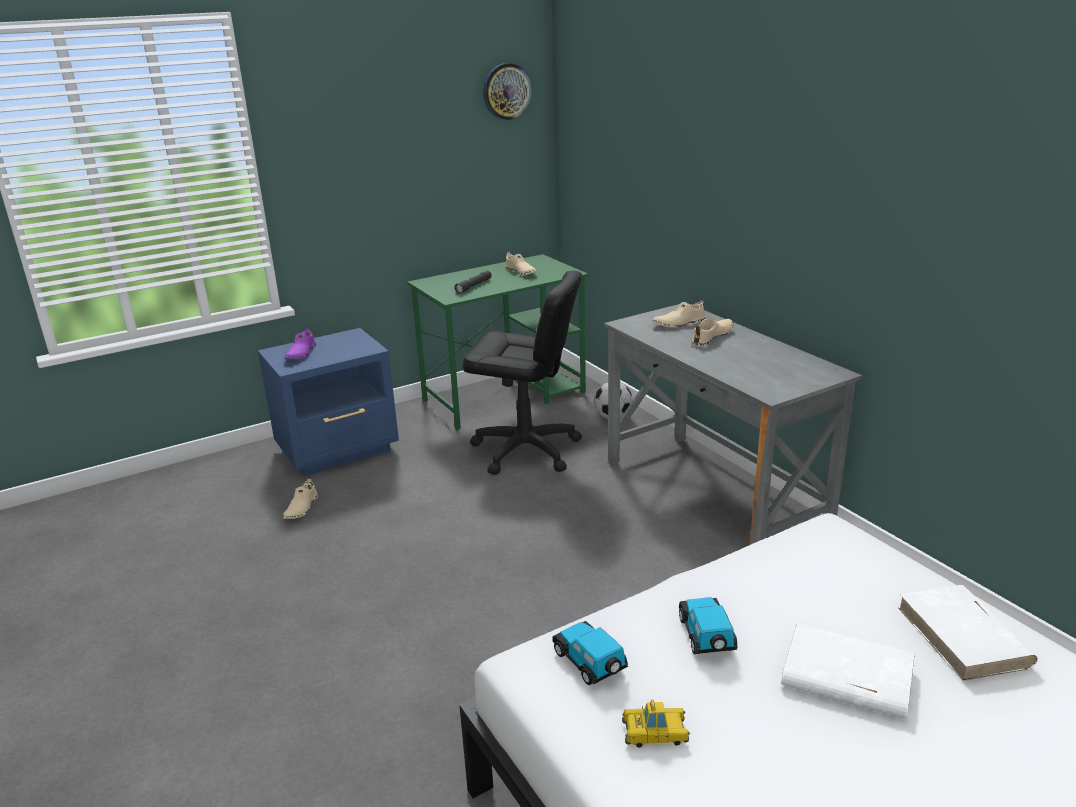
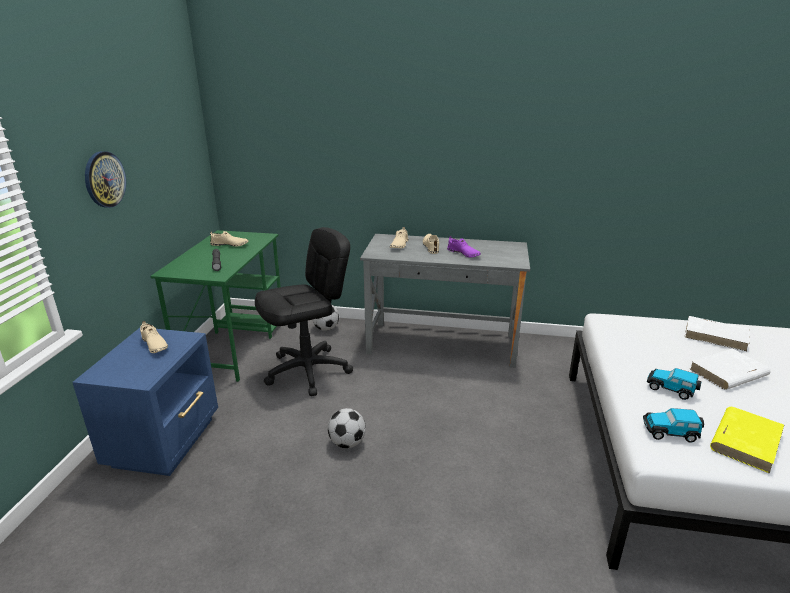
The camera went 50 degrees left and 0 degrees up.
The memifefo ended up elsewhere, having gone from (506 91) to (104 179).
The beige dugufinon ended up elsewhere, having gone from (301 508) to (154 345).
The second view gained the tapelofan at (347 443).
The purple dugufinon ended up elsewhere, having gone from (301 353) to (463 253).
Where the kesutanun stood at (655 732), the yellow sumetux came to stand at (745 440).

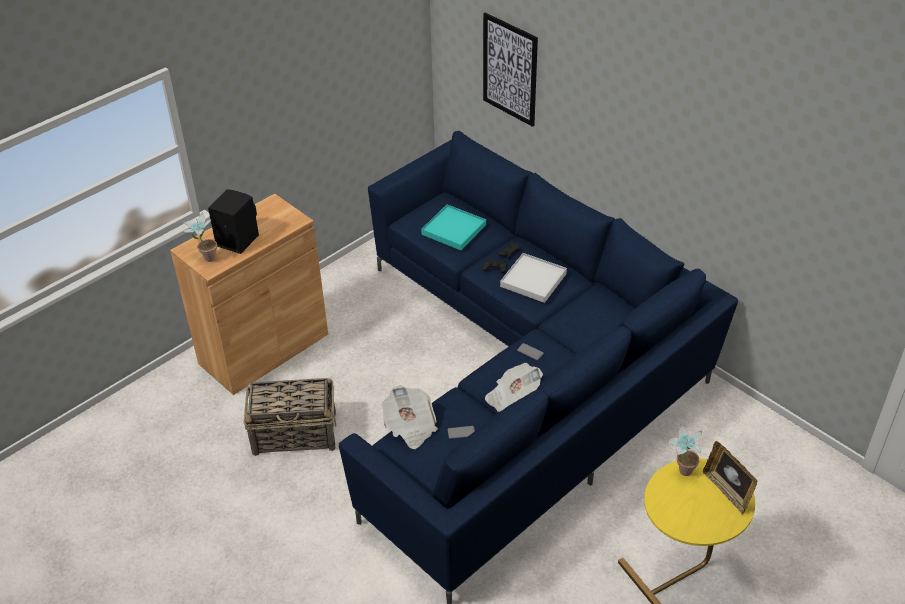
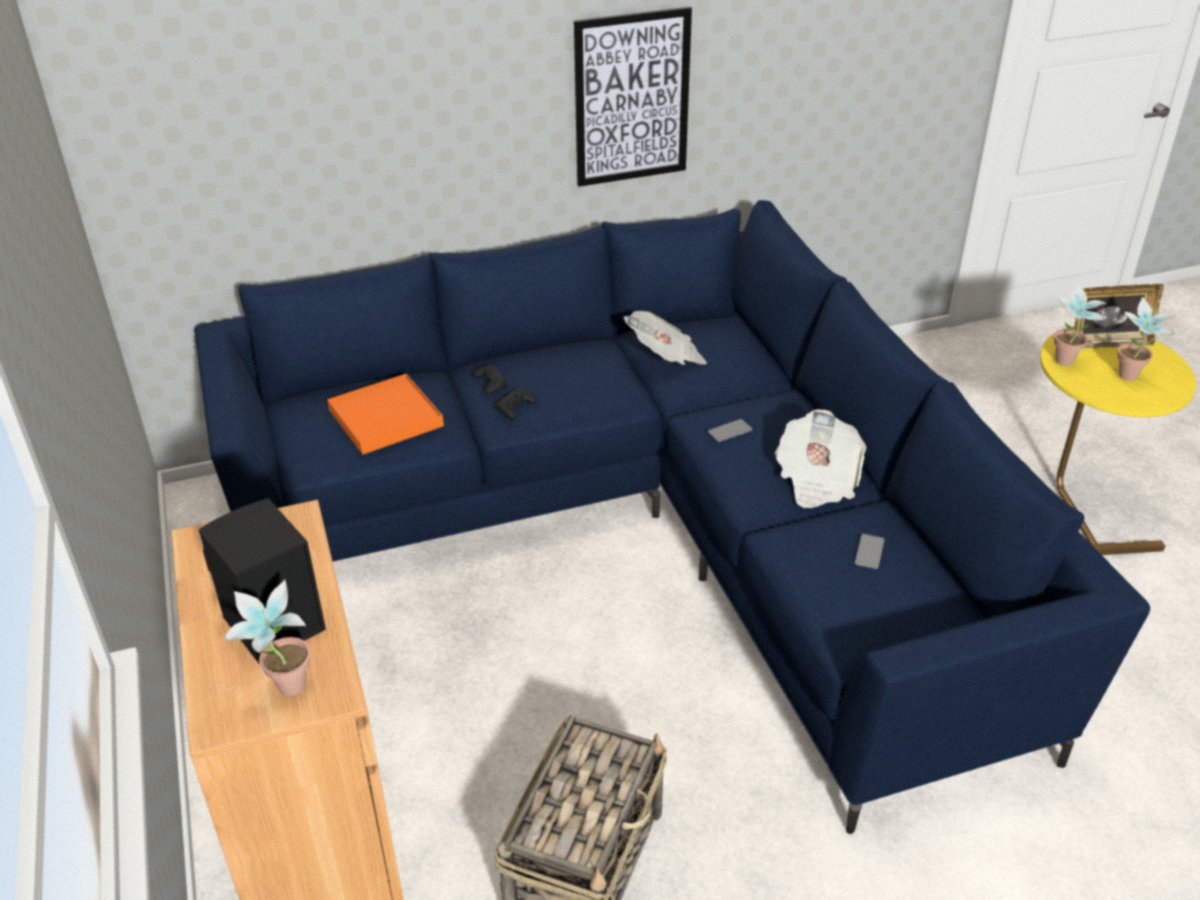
The camera went 65 degrees left and 5 degrees down.
What was the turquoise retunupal at (453 229) turned into the orange retunupal at (385 418).
The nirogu ended up elsewhere, having gone from (510 69) to (631 98).
The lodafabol ended up elsewhere, having gone from (410 427) to (666 358).
The second view gained the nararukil at (1129 380).
The second view lost the white retunupal at (533 280).

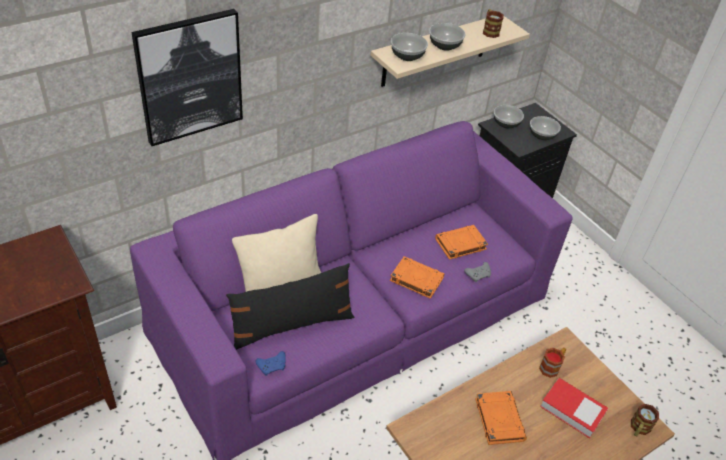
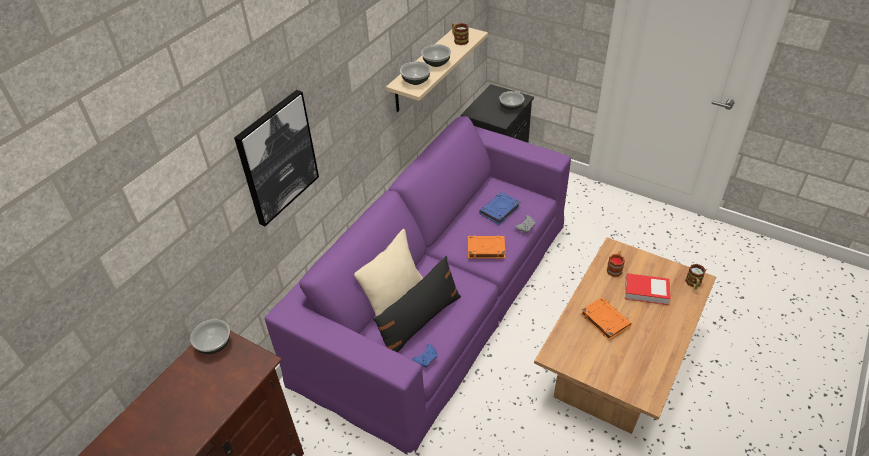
The camera went 20 degrees left and 0 degrees up.
The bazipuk ended up elsewhere, having gone from (506 124) to (214 344).
What was the orange sumetux at (460 244) turned into the blue sumetux at (499 210).

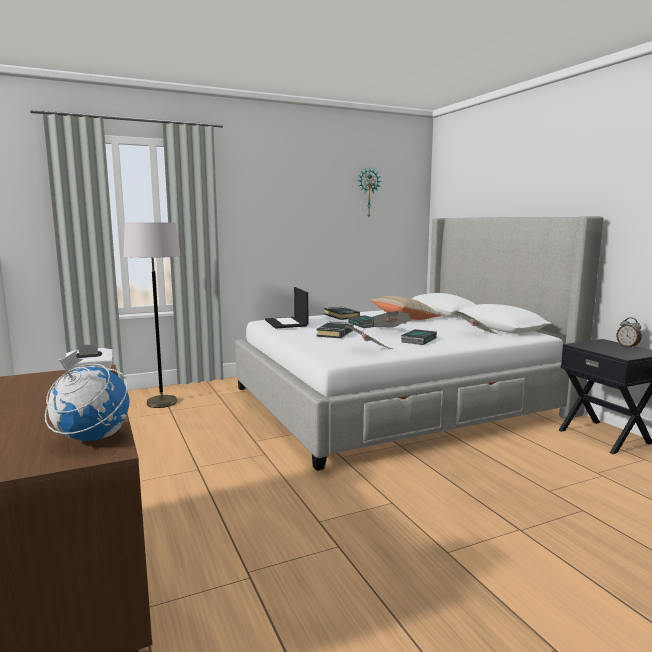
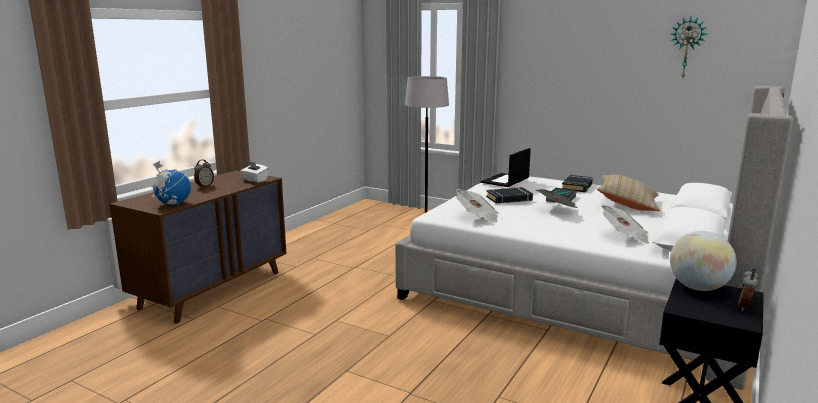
The camera went 55 degrees right and 5 degrees up.
The second view gained the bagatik at (204 186).
The second view gained the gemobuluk at (698 288).
The second view lost the sumetux at (418 340).

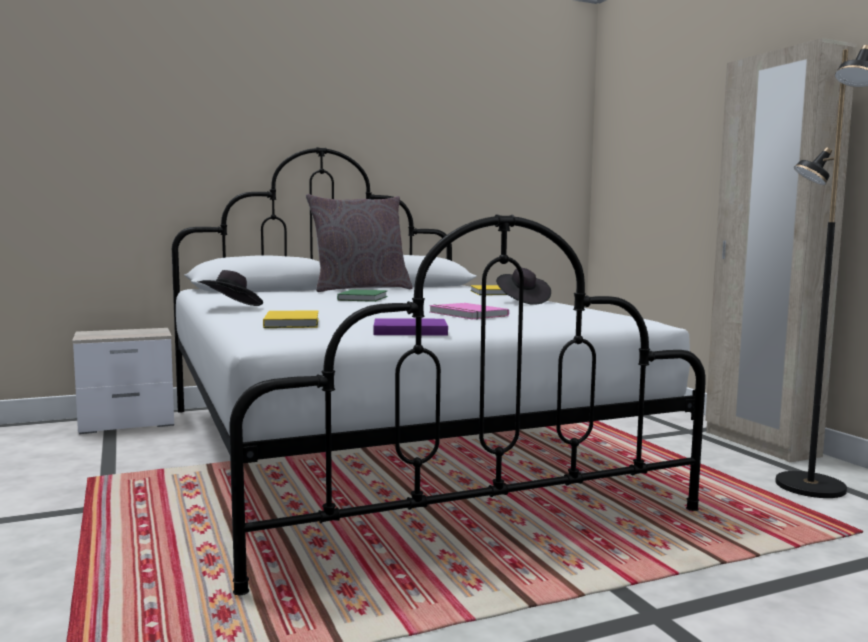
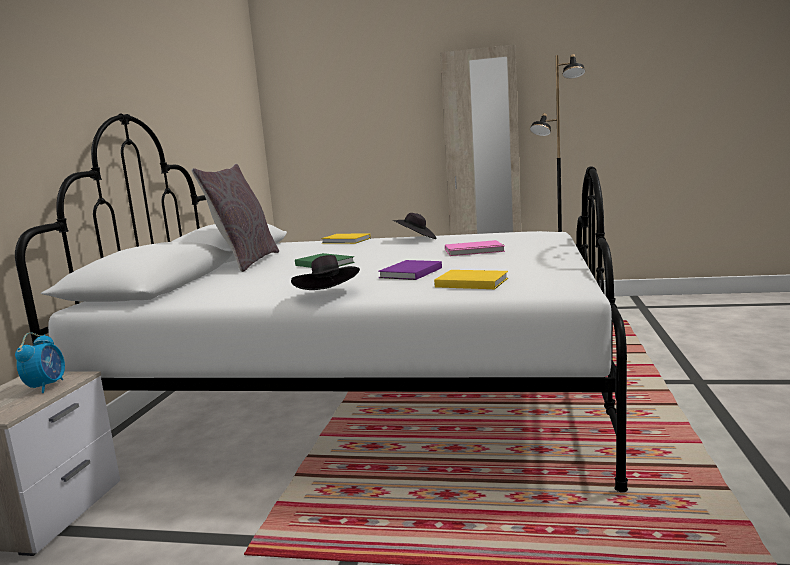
The camera went 55 degrees left and 5 degrees up.
The second view gained the bagatik at (46 386).
The purple sumetux ended up elsewhere, having gone from (408 331) to (409 273).

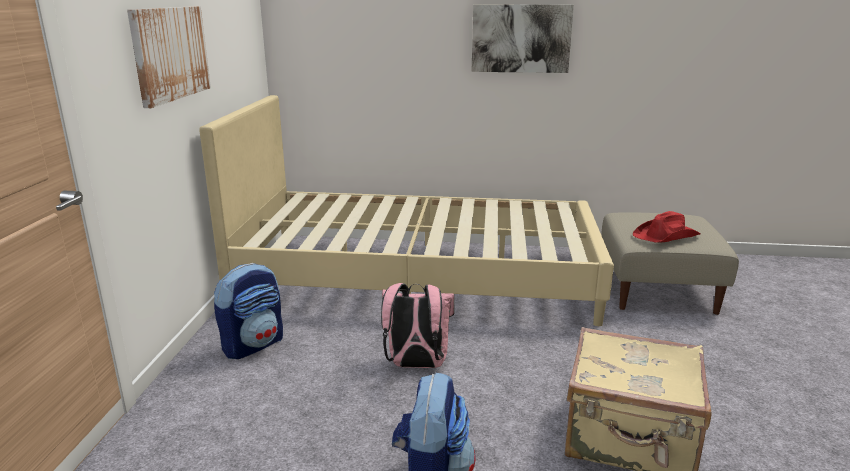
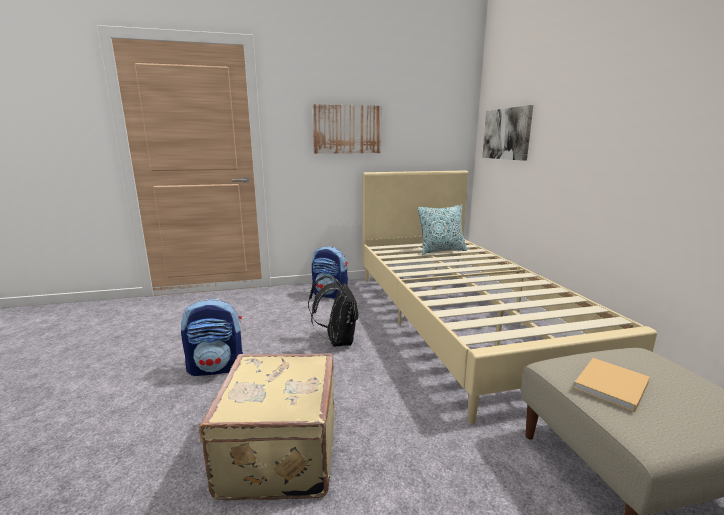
The camera went 70 degrees right and 5 degrees down.
What was the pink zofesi at (416 365) turned into the black zofesi at (337 341).
The second view gained the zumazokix at (441 250).
The nirogu ended up elsewhere, having gone from (521 38) to (507 134).
Where the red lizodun stood at (666 236), the beige sumetux came to stand at (610 386).

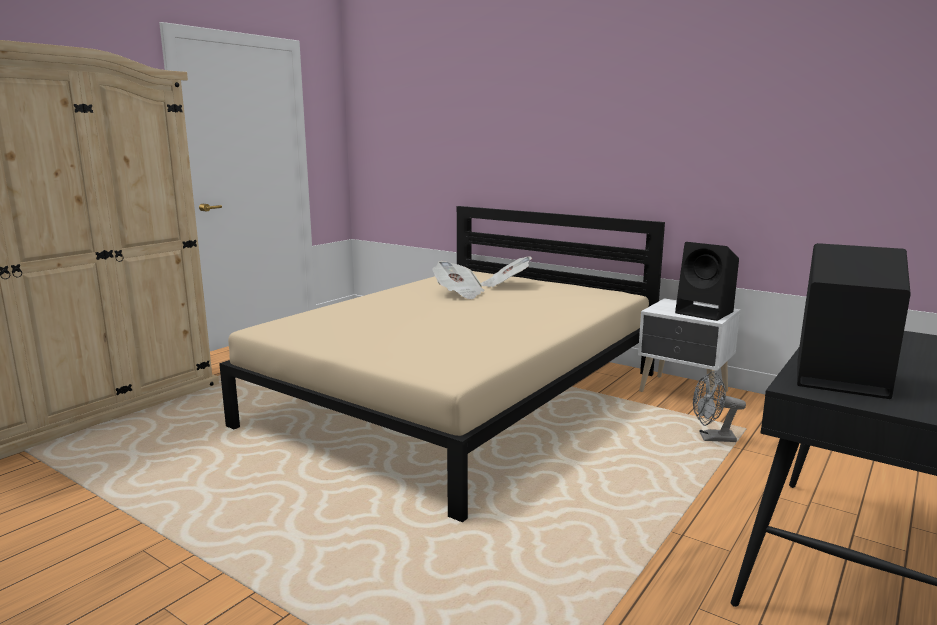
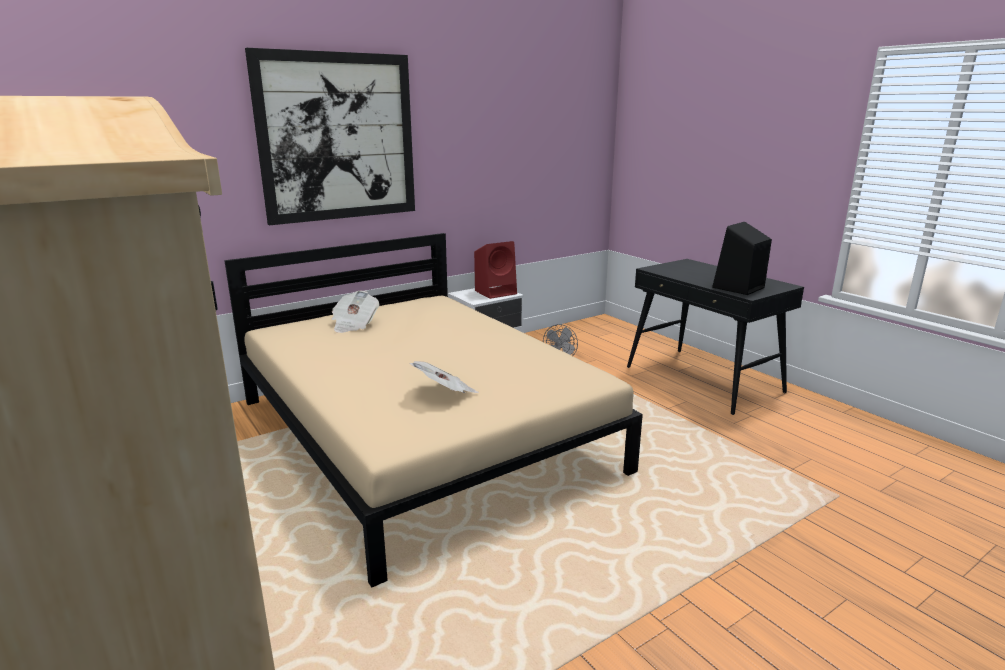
The camera went 70 degrees left and 5 degrees up.
The second view gained the nirogu at (338 138).
The lodafabol ended up elsewhere, having gone from (458 293) to (445 393).
What was the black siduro at (706 313) turned into the red siduro at (496 292).

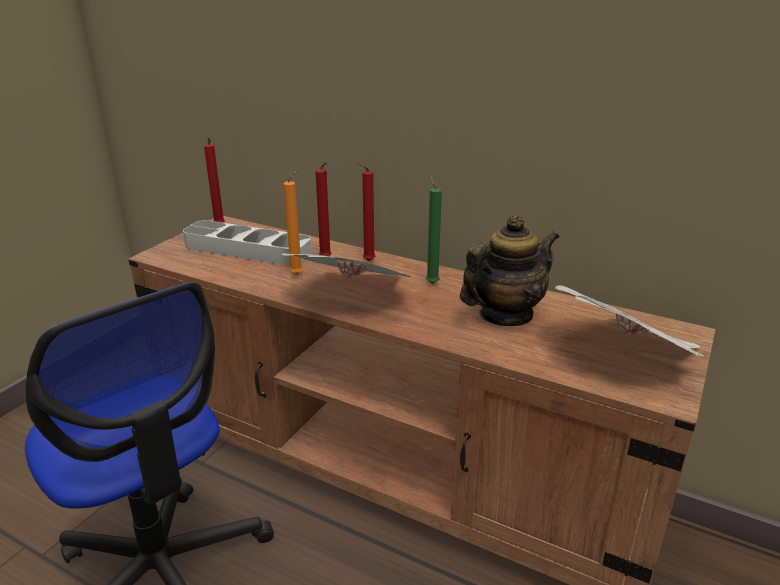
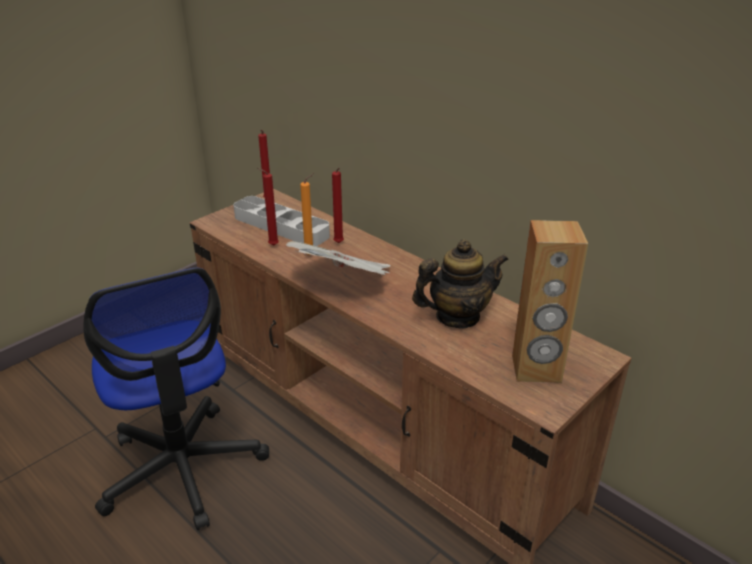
The camera went 15 degrees right and 5 degrees up.
The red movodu ended up elsewhere, having gone from (367 261) to (271 245).
Where the lodafabol stood at (628 356), the brown siduro came to stand at (536 369).
The second view lost the green movodu at (431 282).

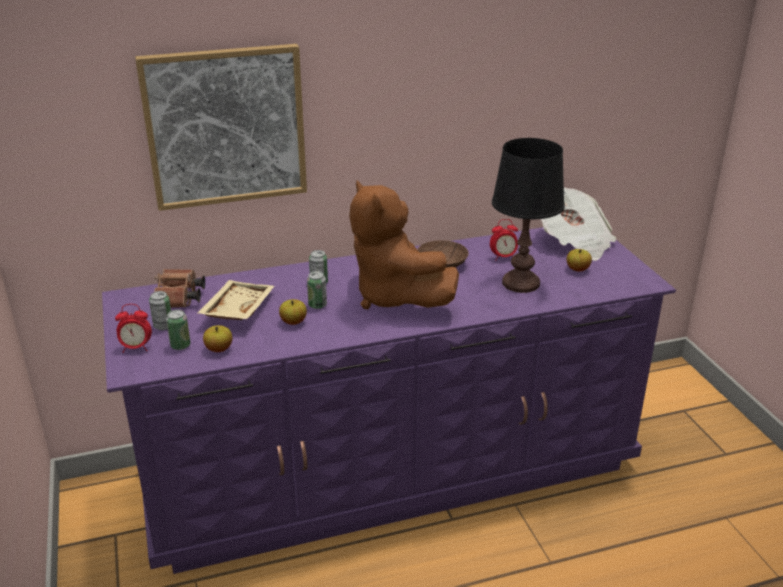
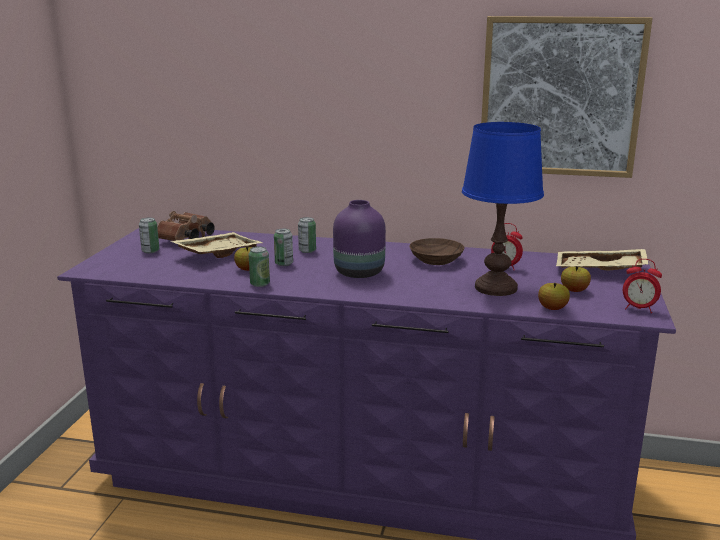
The camera went 30 degrees right and 10 degrees down.
The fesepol ended up elsewhere, having gone from (180 345) to (260 284).
Where the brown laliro stood at (395 297), the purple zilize came to stand at (358 272).
What was the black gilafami at (521 283) turned into the blue gilafami at (496 288).
The nirogu ended up elsewhere, having gone from (225 126) to (560 97).
The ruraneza ended up elsewhere, having gone from (219 349) to (552 308).
Where the lodafabol stood at (573 242), the beige retunupal came to stand at (599 270).
The bagatik ended up elsewhere, having gone from (136 348) to (638 309).

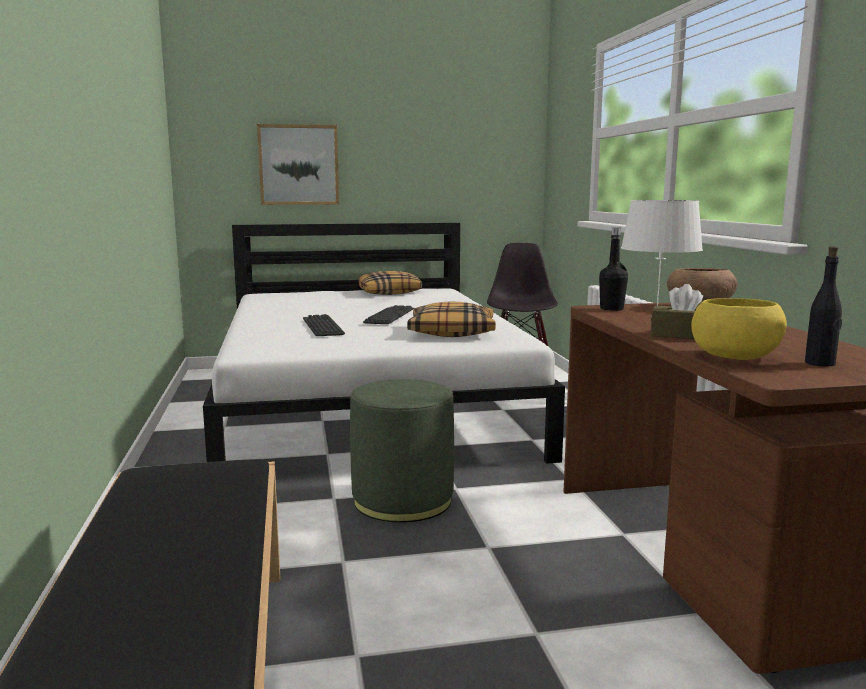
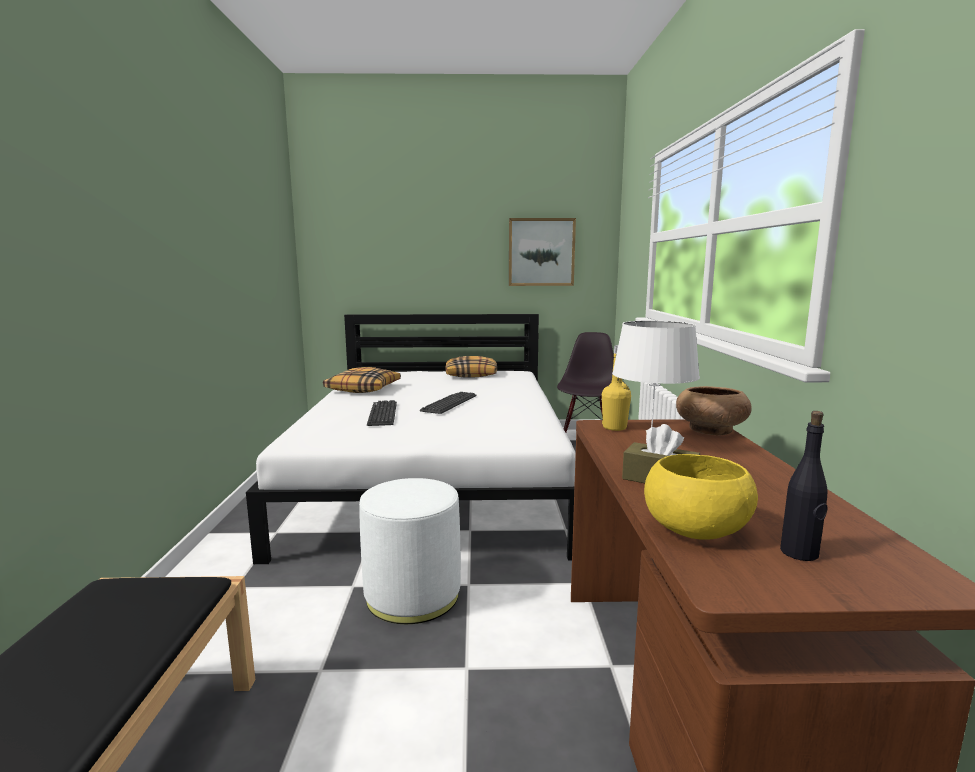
The camera went 10 degrees right and 0 degrees up.
The zumazokix ended up elsewhere, having gone from (452 332) to (363 389).
What was the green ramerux at (403 500) turned into the white ramerux at (413 595).
The nirogu ended up elsewhere, having gone from (298 165) to (541 252).
What was the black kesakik at (611 309) turned into the yellow kesakik at (614 427).

